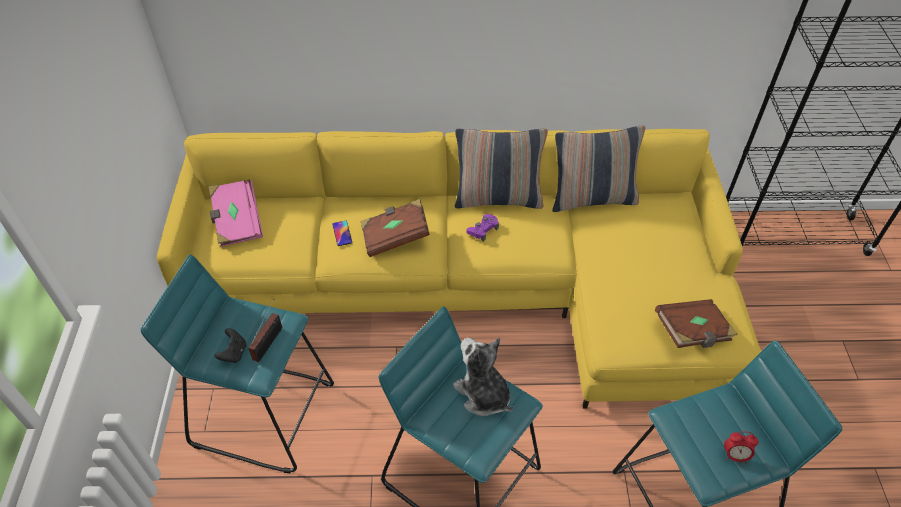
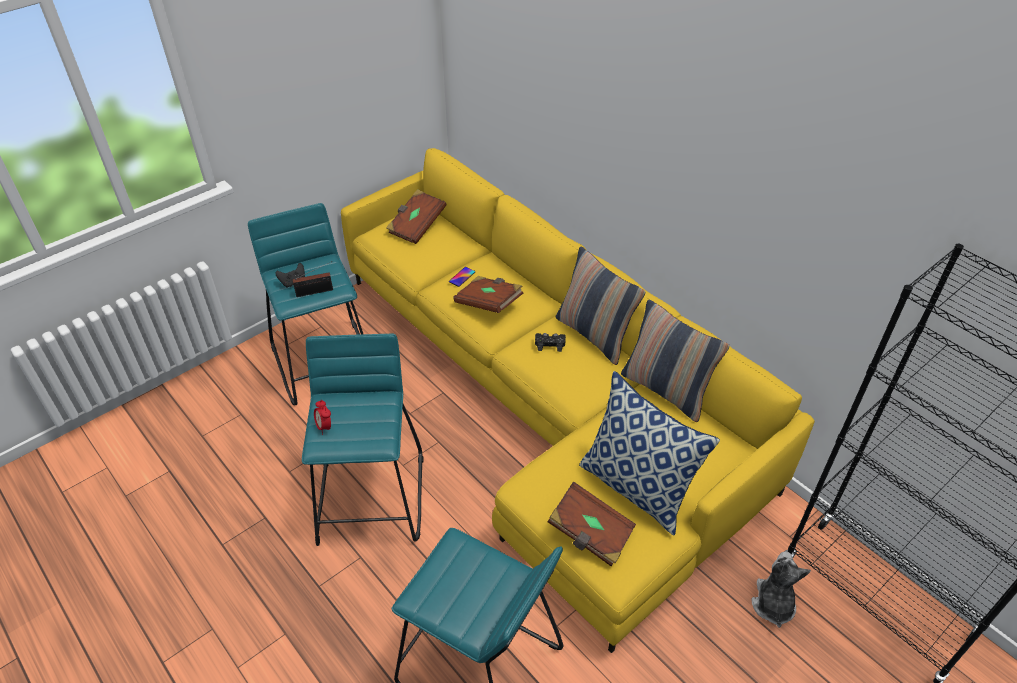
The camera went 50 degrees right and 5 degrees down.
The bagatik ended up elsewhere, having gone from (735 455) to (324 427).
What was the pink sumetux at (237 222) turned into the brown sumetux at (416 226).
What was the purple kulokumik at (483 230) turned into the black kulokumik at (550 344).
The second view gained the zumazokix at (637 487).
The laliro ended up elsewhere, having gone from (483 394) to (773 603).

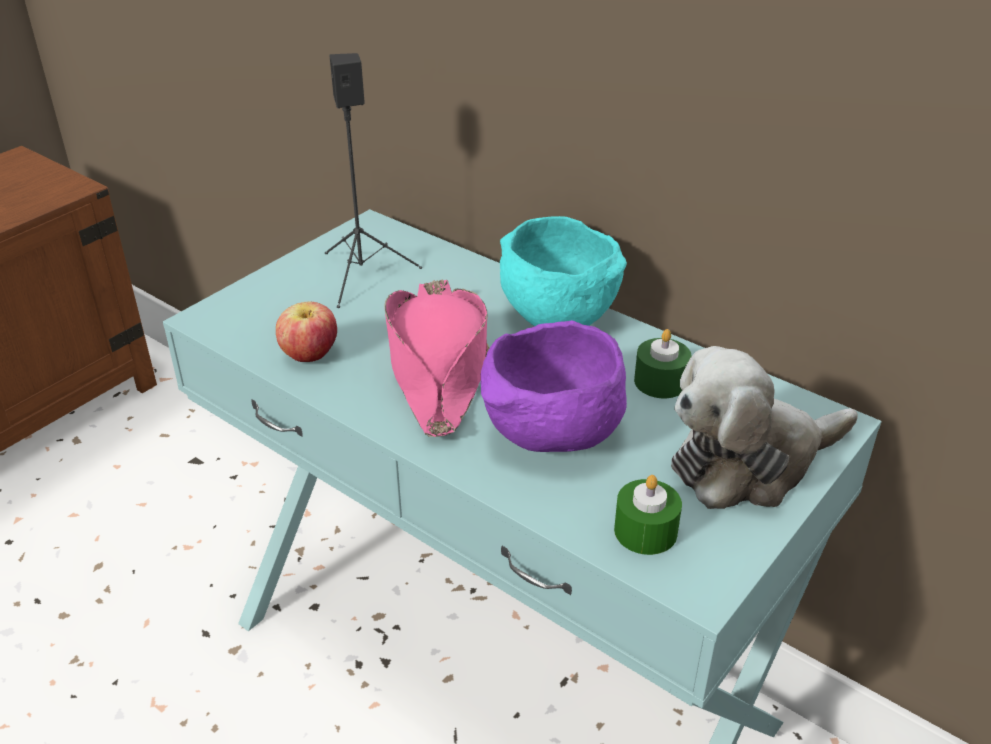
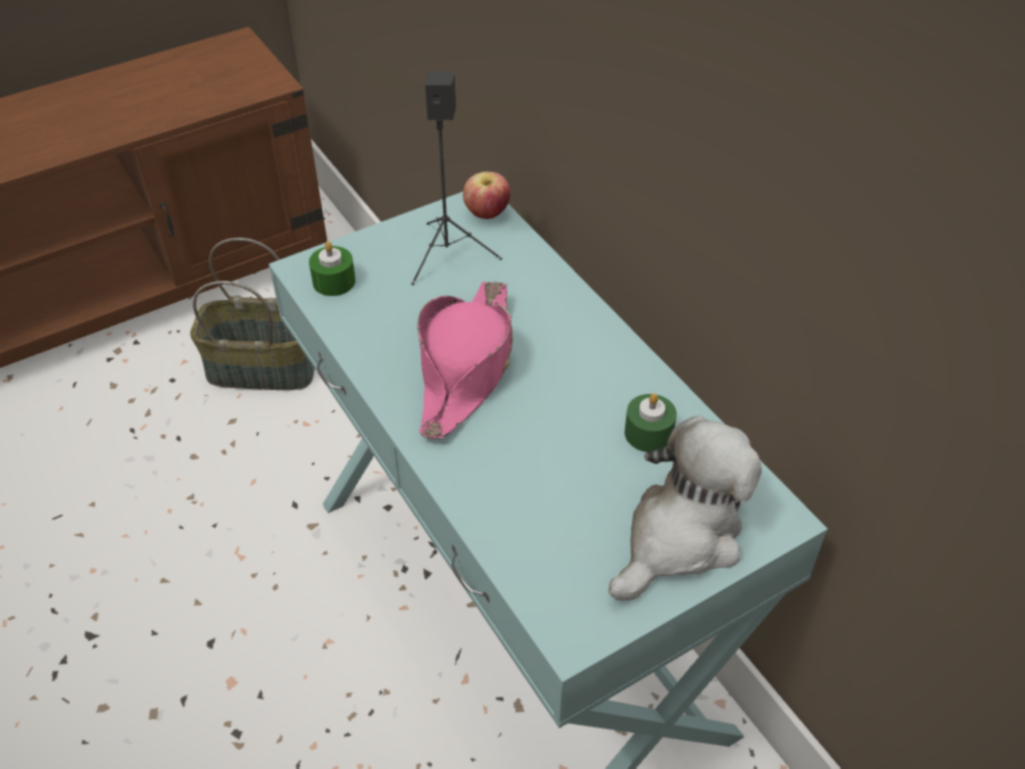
The camera went 20 degrees right and 10 degrees up.
The second view gained the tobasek at (263 367).
The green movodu ended up elsewhere, having gone from (645 531) to (334 281).
The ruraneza ended up elsewhere, having gone from (310 355) to (487 213).
The laliro at (749 463) ended up facing another way, 135 degrees clockwise from before.
The second view lost the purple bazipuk at (551 437).
The second view lost the turquoise bazipuk at (554 317).

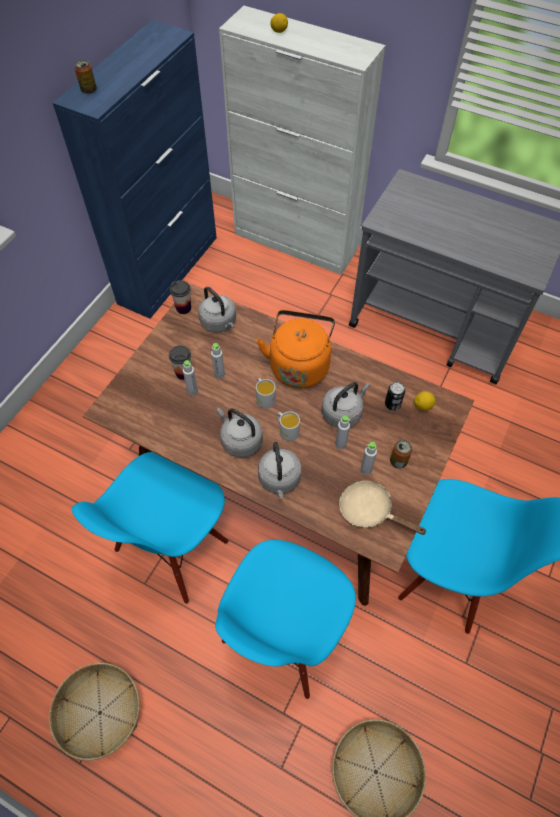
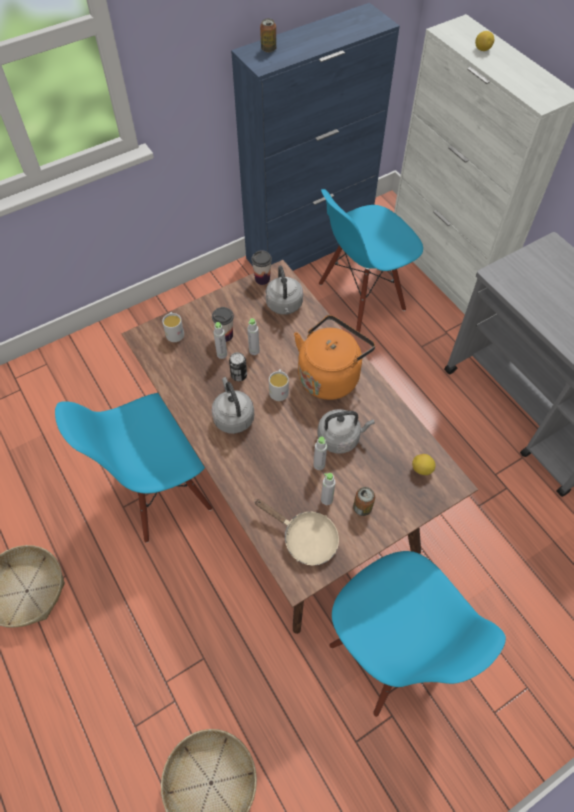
The camera went 30 degrees right and 0 degrees up.
The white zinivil ended up elsewhere, having gone from (286 430) to (174 332).
The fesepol ended up elsewhere, having gone from (392 404) to (239 375).
The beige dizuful at (370 511) ended up facing another way, 150 degrees clockwise from before.
The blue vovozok ended up elsewhere, having gone from (283 636) to (361 298).
The second view lost the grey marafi at (279 480).

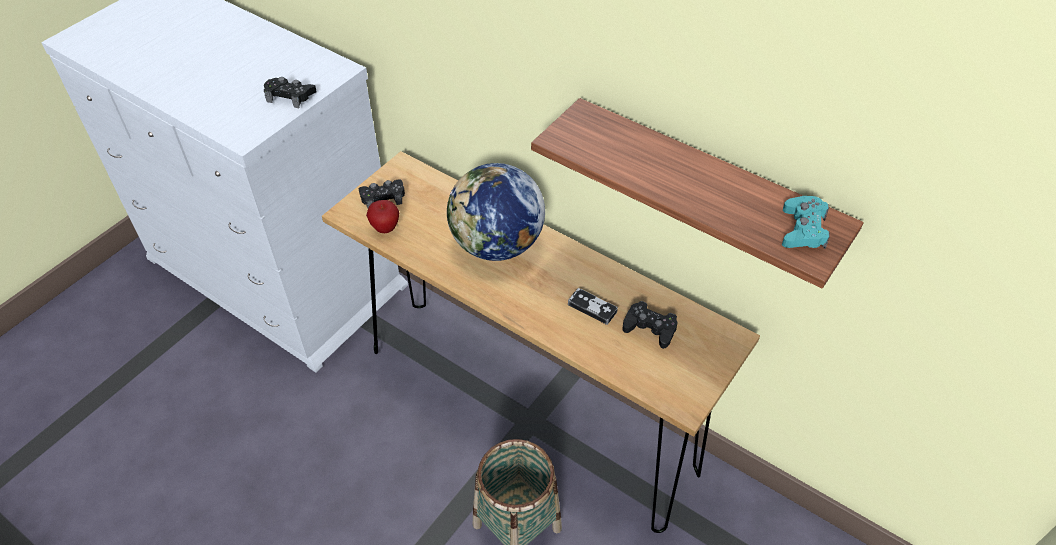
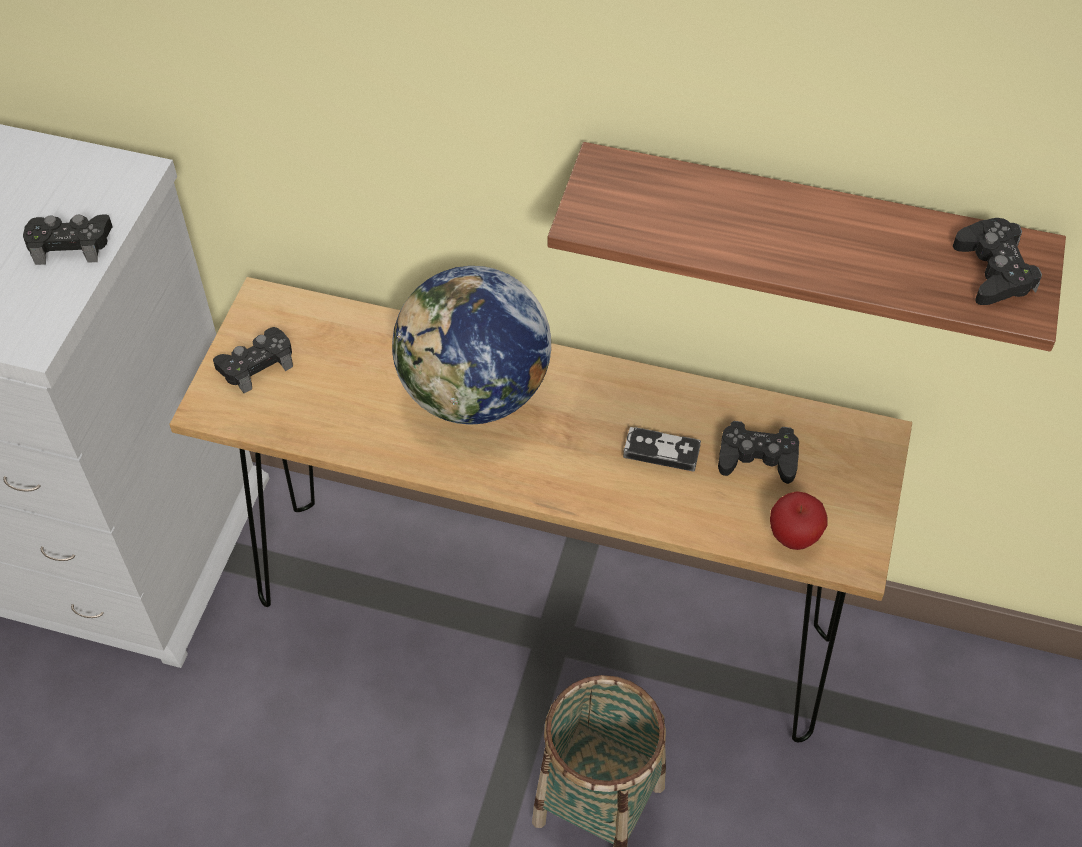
The camera went 20 degrees left and 5 degrees up.
The ruraneza ended up elsewhere, having gone from (385 228) to (793 537).
What was the turquoise kulokumik at (803 229) turned into the black kulokumik at (993 270).

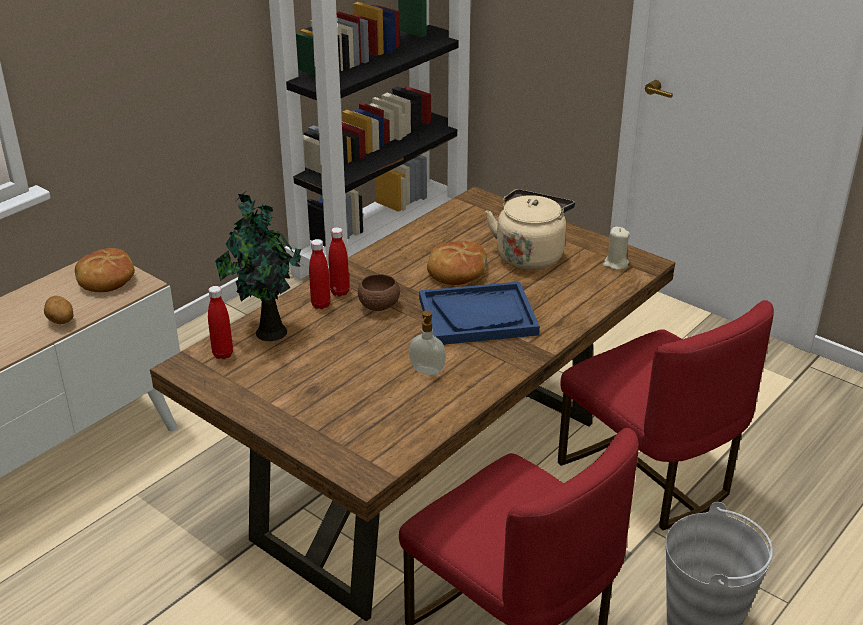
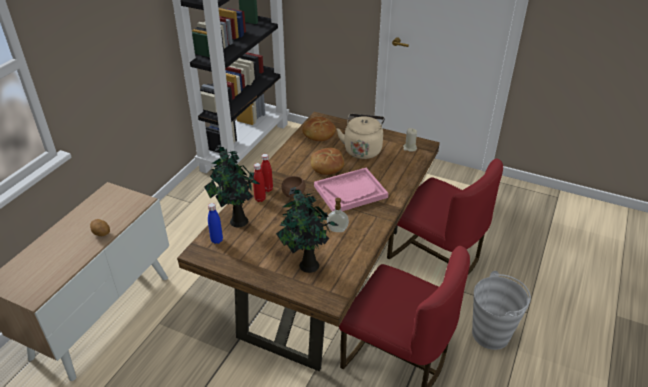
The camera went 15 degrees left and 5 degrees up.
What was the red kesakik at (223 354) turned into the blue kesakik at (217 240).
The second view gained the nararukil at (307 265).
The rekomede ended up elsewhere, having gone from (106 279) to (318 134).
What was the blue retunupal at (478 316) turned into the pink retunupal at (350 191).

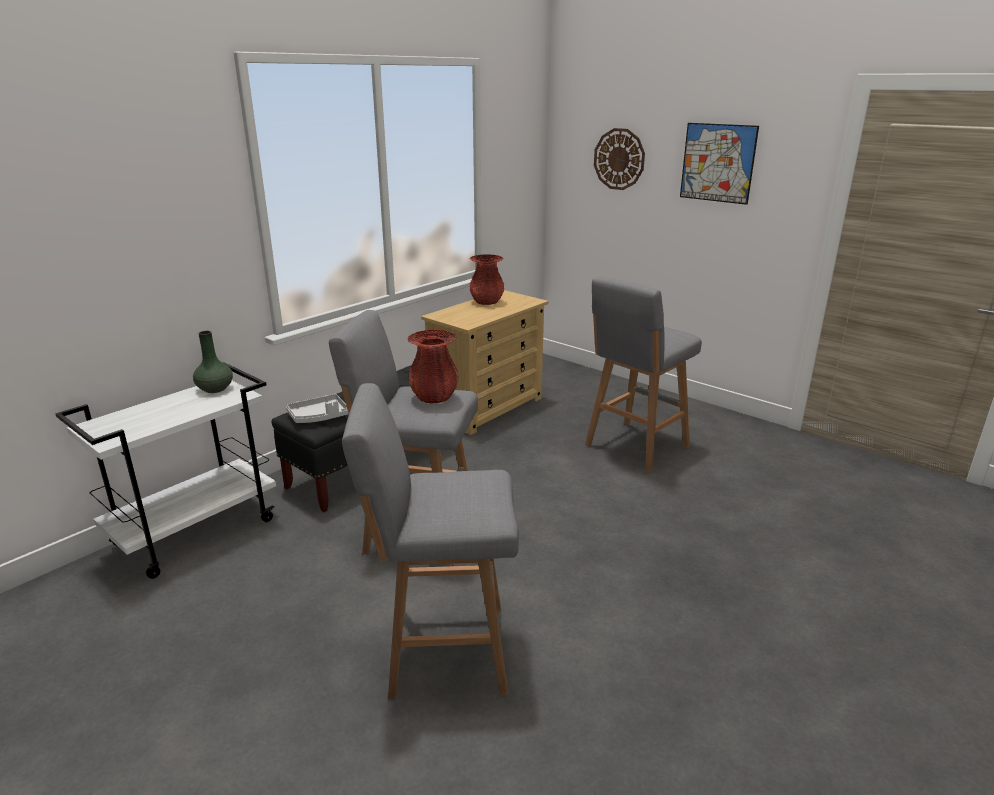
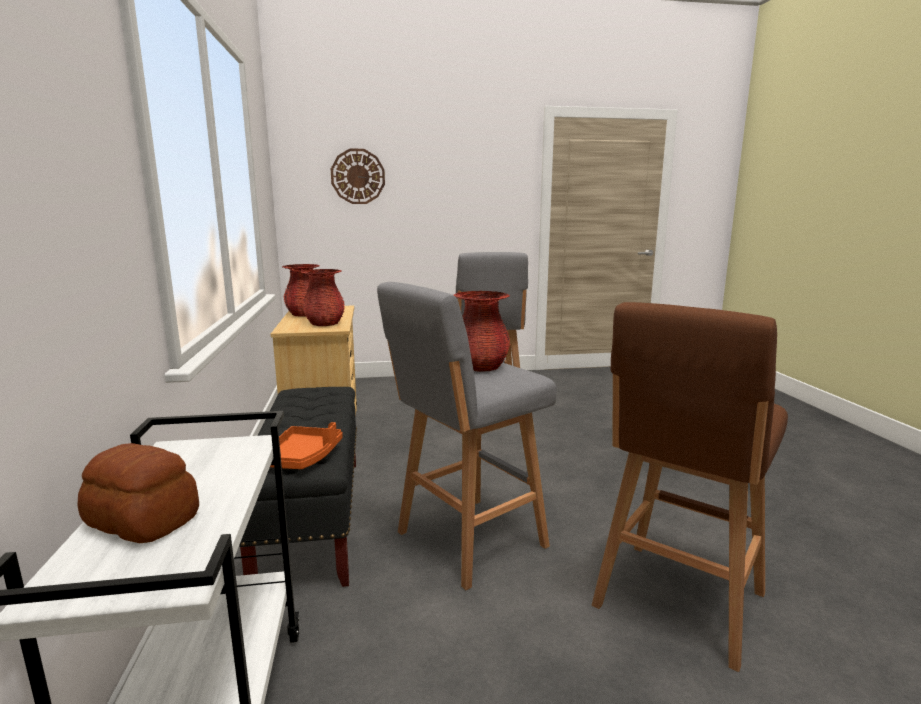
The camera went 50 degrees left and 10 degrees down.
The second view gained the rekomede at (143 520).
What was the grey retunupal at (319 417) turned into the orange retunupal at (303 457).
The second view gained the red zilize at (324 324).
What was the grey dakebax at (442 649) turned into the brown dakebax at (677 603).
The second view lost the green zilize at (215 389).
The second view lost the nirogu at (717 163).

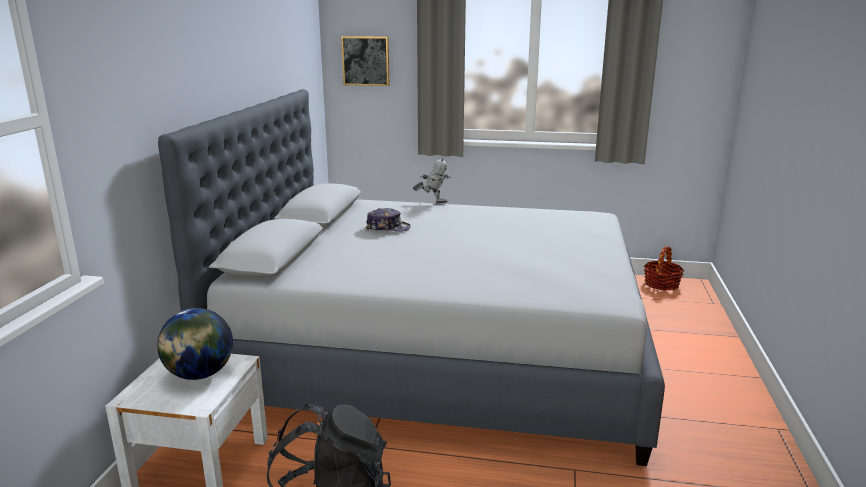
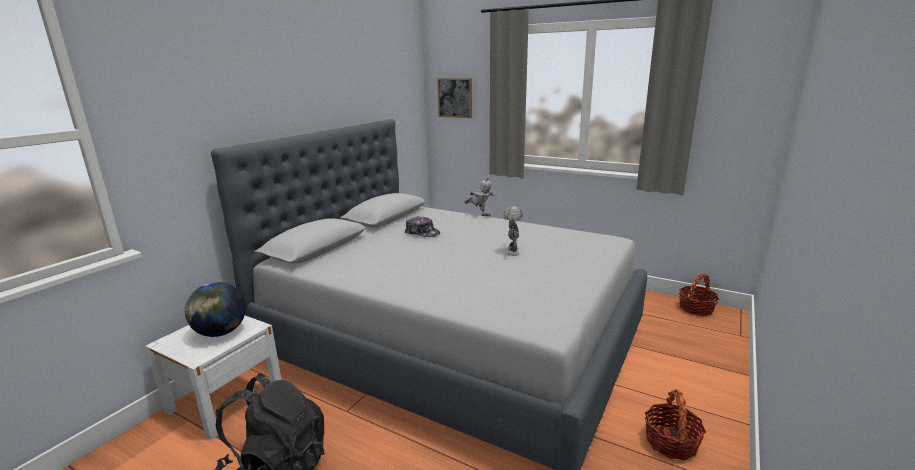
The camera went 20 degrees right and 0 degrees up.
The second view gained the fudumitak at (512 251).
The second view gained the tobasek at (671 442).

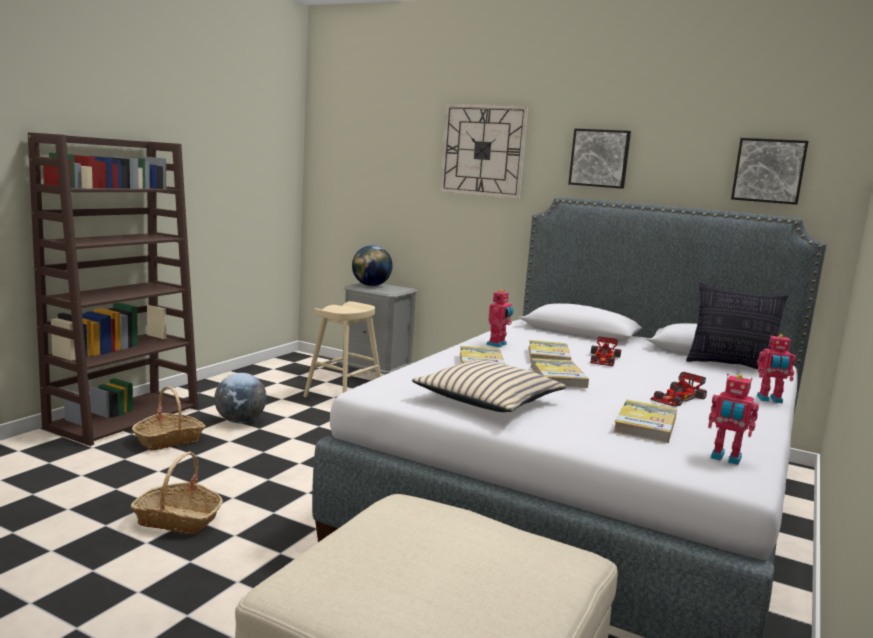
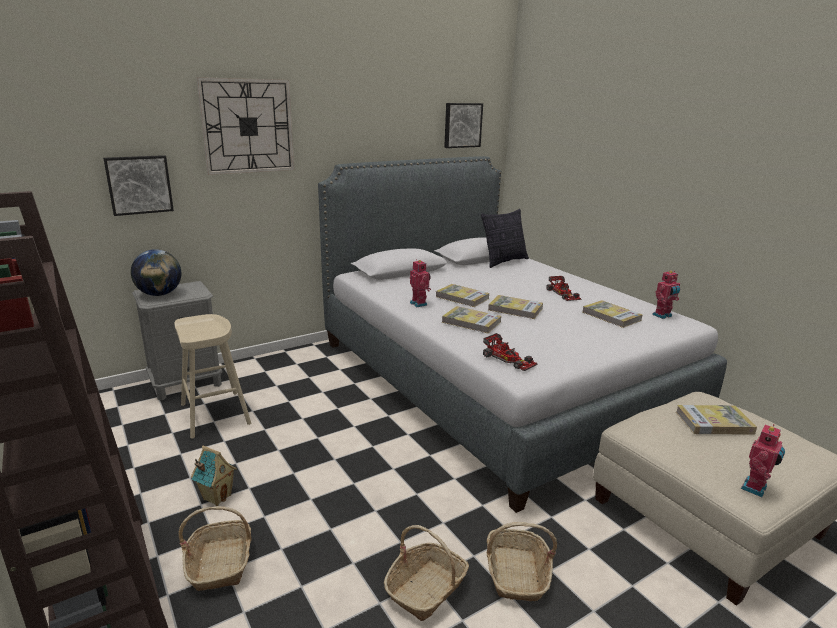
The camera went 60 degrees left and 10 degrees up.
The nirogu ended up elsewhere, having gone from (599 158) to (139 184).
Where the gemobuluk stood at (240 421), the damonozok came to stand at (217 497).
The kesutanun ended up elsewhere, having gone from (604 359) to (509 358).
The second view gained the tobasek at (516 573).
The second view gained the sumetux at (714 422).
The fudumitak ended up elsewhere, having gone from (770 400) to (756 488).
The second view lost the beige zumazokix at (488 400).

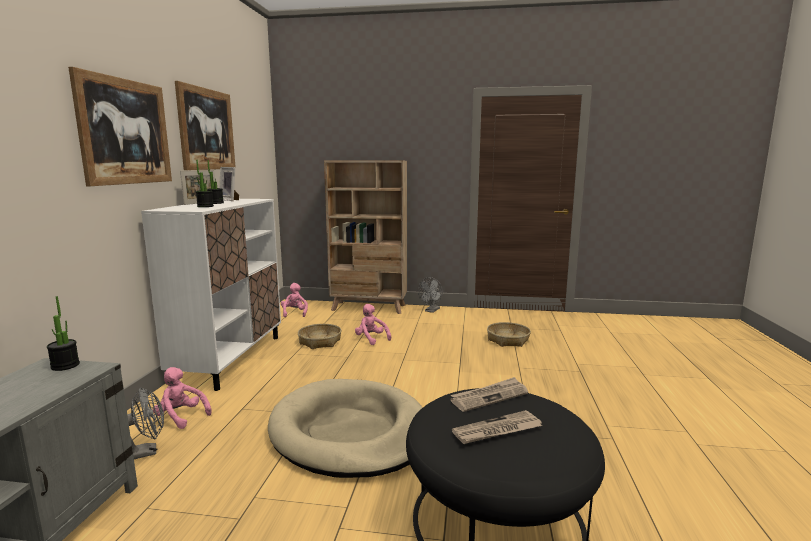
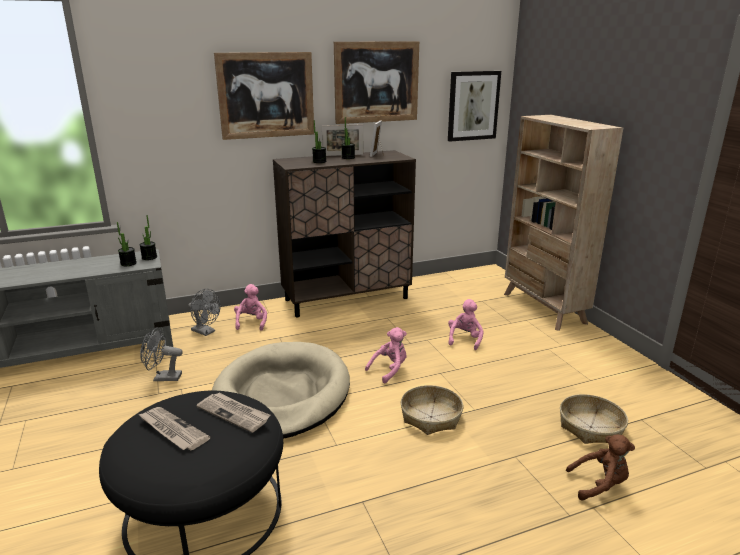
The camera went 60 degrees right and 10 degrees up.
The second view gained the nararukil at (128 263).
The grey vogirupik ended up elsewhere, having gone from (431 311) to (163 378).
What was the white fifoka at (230 359) turned into the brown fifoka at (347 299).
The pink laliro ended up elsewhere, having gone from (294 313) to (389 370).
The tobasek ended up elsewhere, having gone from (320 342) to (431 416).
The second view gained the nirogu at (473 106).
The second view gained the brown laliro at (599 485).

